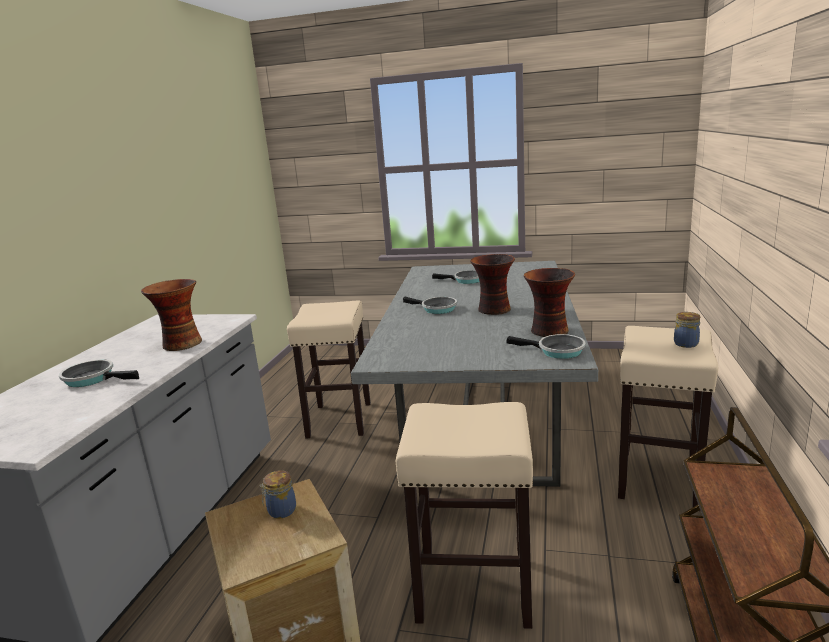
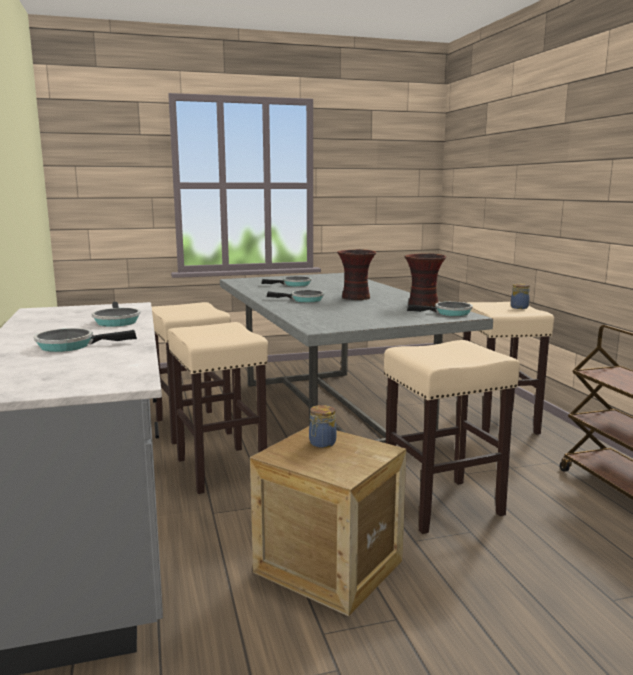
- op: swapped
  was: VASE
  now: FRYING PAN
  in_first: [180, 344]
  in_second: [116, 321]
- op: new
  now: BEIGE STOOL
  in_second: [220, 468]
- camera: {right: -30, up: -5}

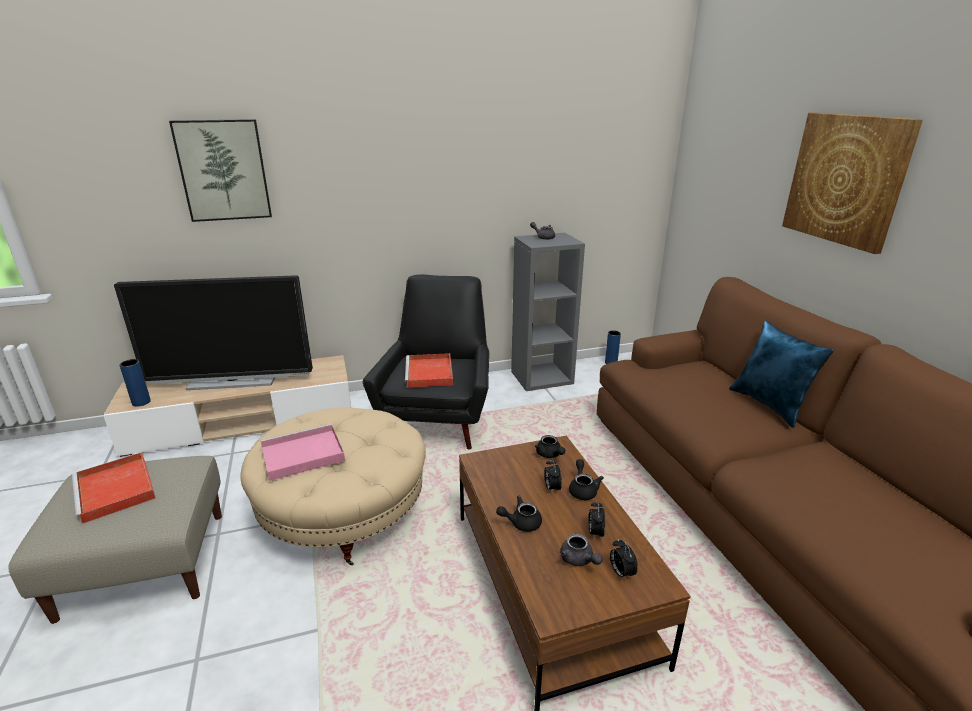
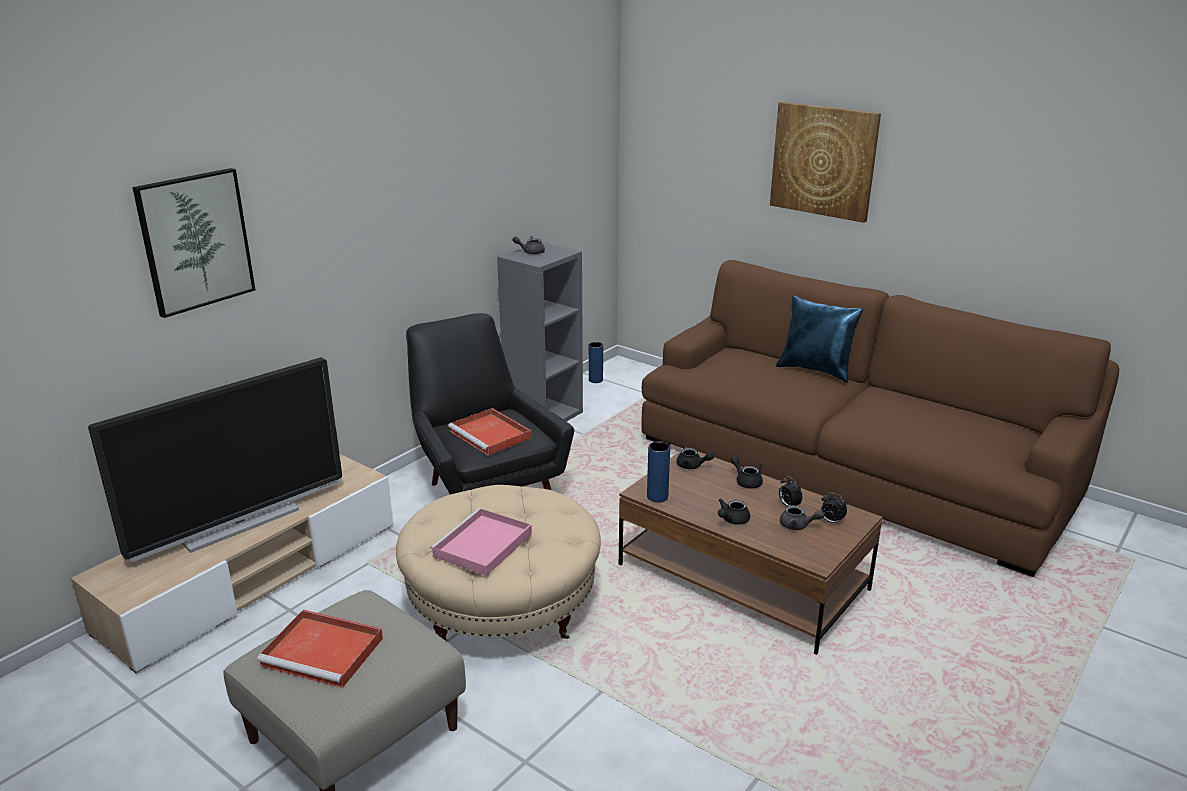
- op: shifted
  was: BLUE VASE
  in_first: [141, 402]
  in_second: [657, 497]
- op: gone
  was: ALARM CLOCK
  in_first: [551, 488]
- camera: {right: -35, up: 0}

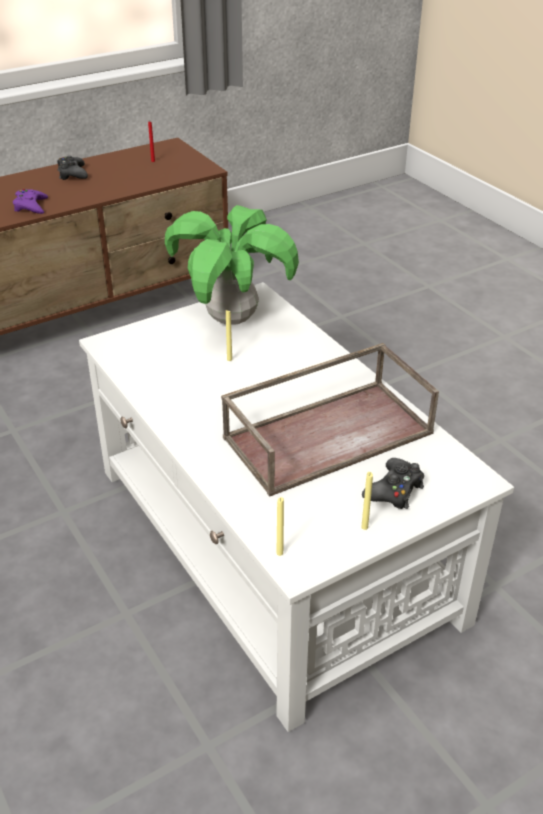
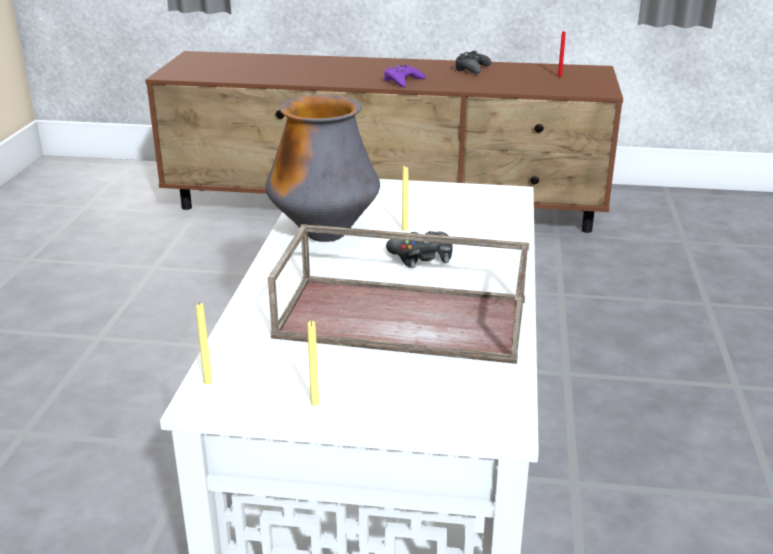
- op: gone
  was: POTTED PLANT
  in_first: [231, 319]
- op: shifted
  was: BLACK GAME CONTROLLER
  in_first: [394, 490]
  in_second: [422, 257]
- op: new
  now: VASE
  in_second: [325, 234]
- camera: {right: 40, up: -10}

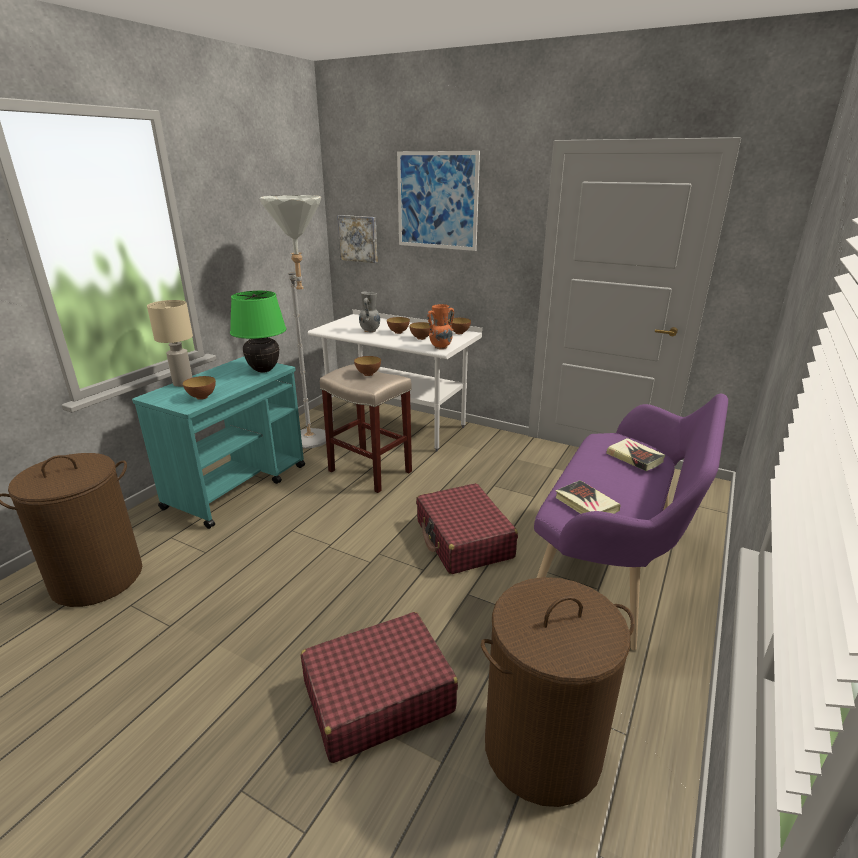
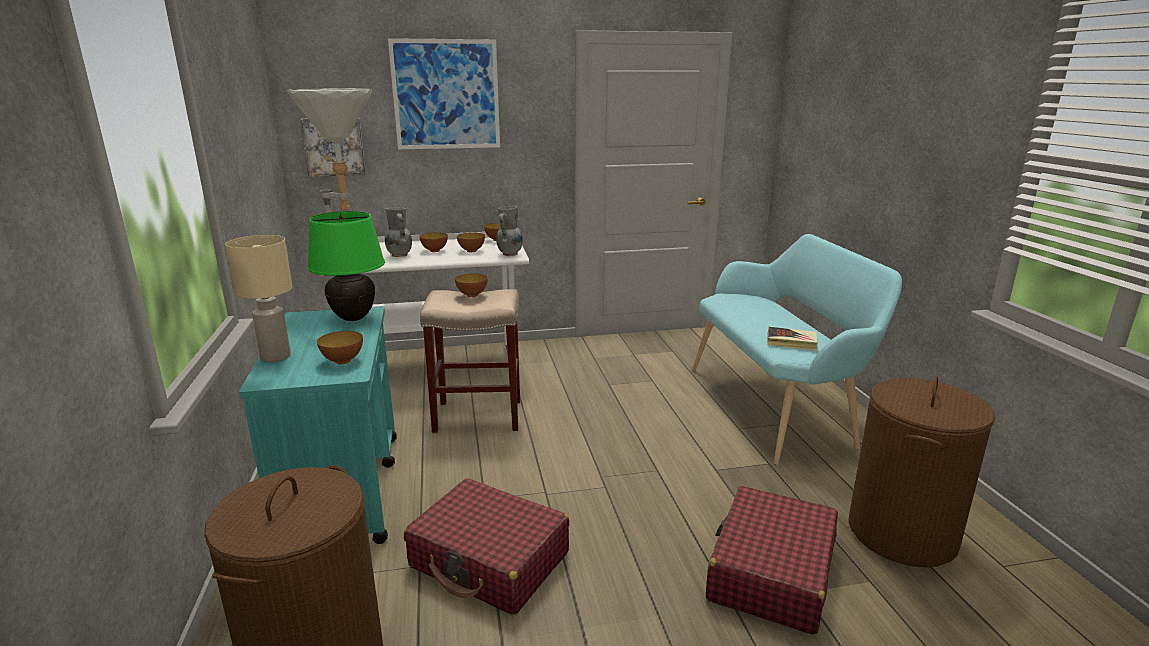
- op: repainted
  was: ORANGE VASE
  now: GREY VASE
  in_first: [440, 347]
  in_second: [509, 254]
- op: repainted
  was: PURPLE BENCH
  now: TURQUOISE BENCH
  in_first: [614, 569]
  in_second: [776, 406]
- op: gone
  was: BOOK
  in_first: [634, 458]
- op: shifted
  was: RED SUITCASE
  in_first: [463, 539]
  in_second: [490, 560]
- camera: {right: -40, up: -5}

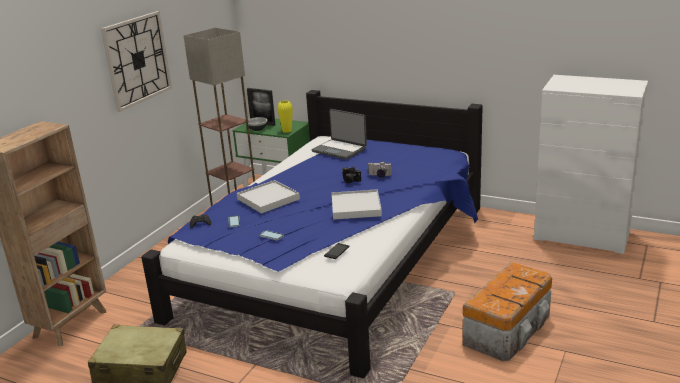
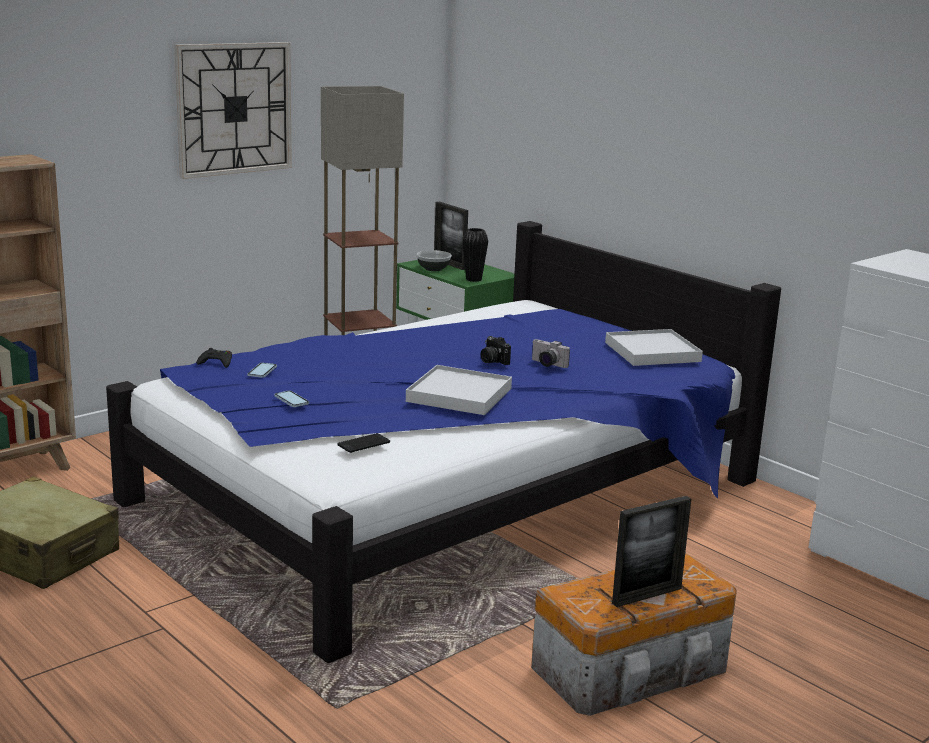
- op: repainted
  was: YELLOW VASE
  now: BLACK VASE
  in_first: [287, 131]
  in_second: [473, 279]
- op: gone
  was: LAPTOP
  in_first: [340, 150]
- op: shifted
  was: WHITE TRAY
  in_first: [268, 199]
  in_second: [652, 352]
- op: new
  now: PICTURE FRAME
  in_second: [647, 596]
- camera: {right: 20, up: -5}

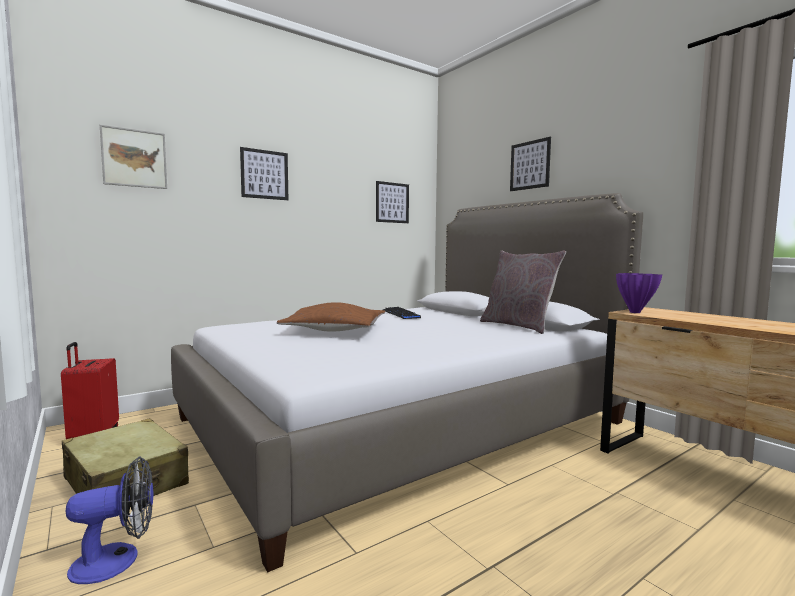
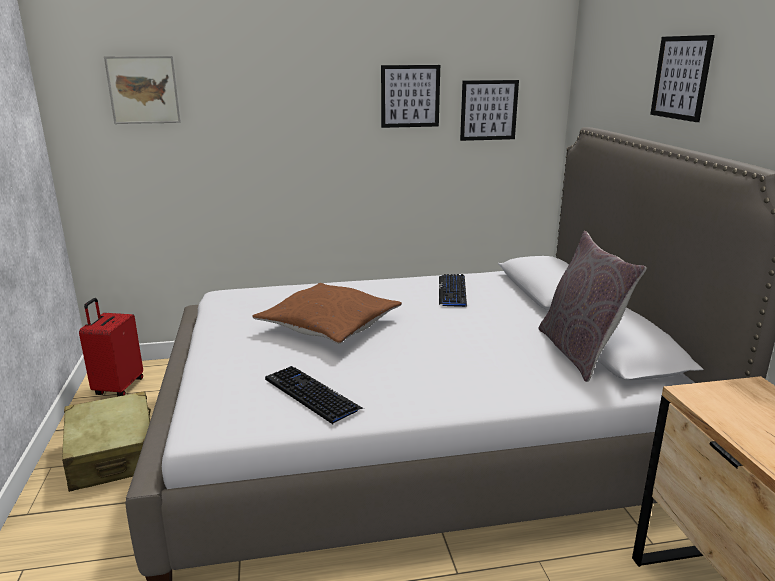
- op: shifted
  was: PICTURE
  in_first: [264, 174]
  in_second: [410, 96]
- op: gone
  was: PURPLE VASE
  in_first: [635, 312]
- op: gone
  was: FAN
  in_first: [117, 560]
- op: new
  now: KEYBOARD
  in_second: [311, 395]
- camera: {right: 25, up: 15}

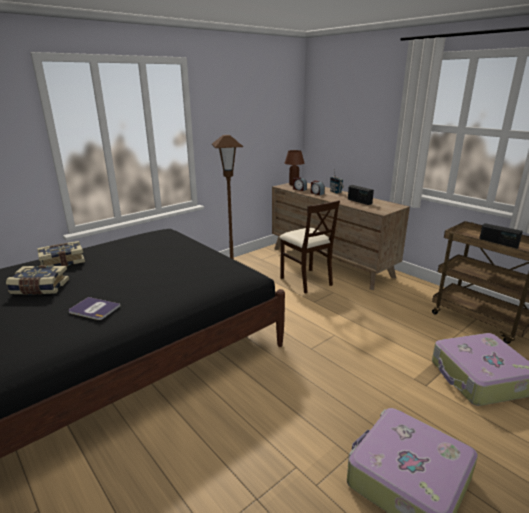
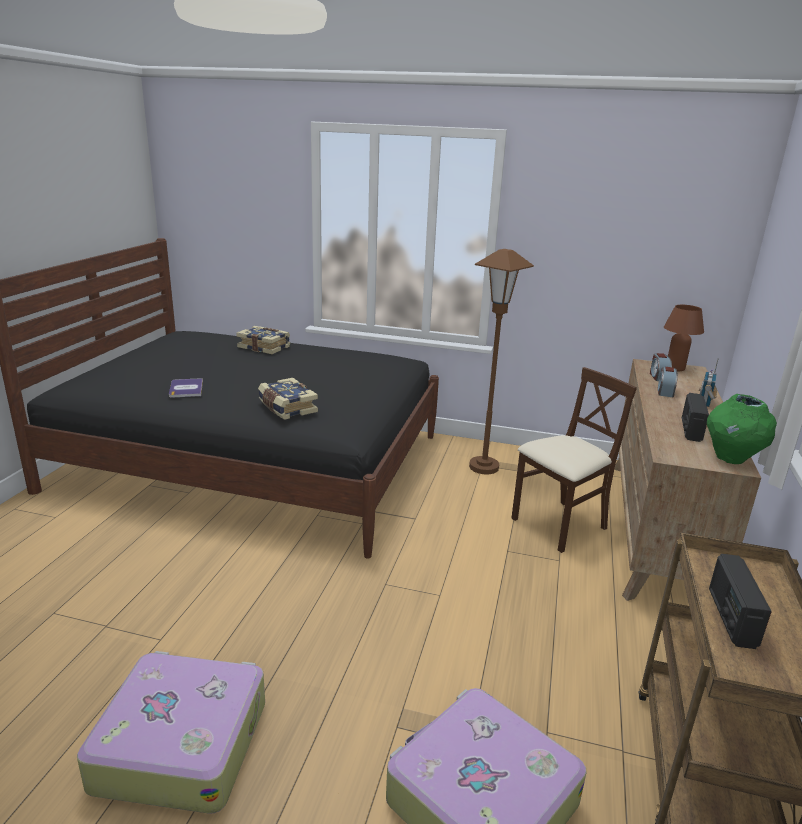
- op: rotated
  was: BEIGE CHAIR
  in_first: [306, 281]
  in_second: [559, 525]
  clockwise: -150
- op: shifted
  was: BOOK
  in_first: [40, 288]
  in_second: [286, 408]
- op: new
  now: GREEN VASE
  in_second: [731, 458]
- camera: {right: 55, up: 0}

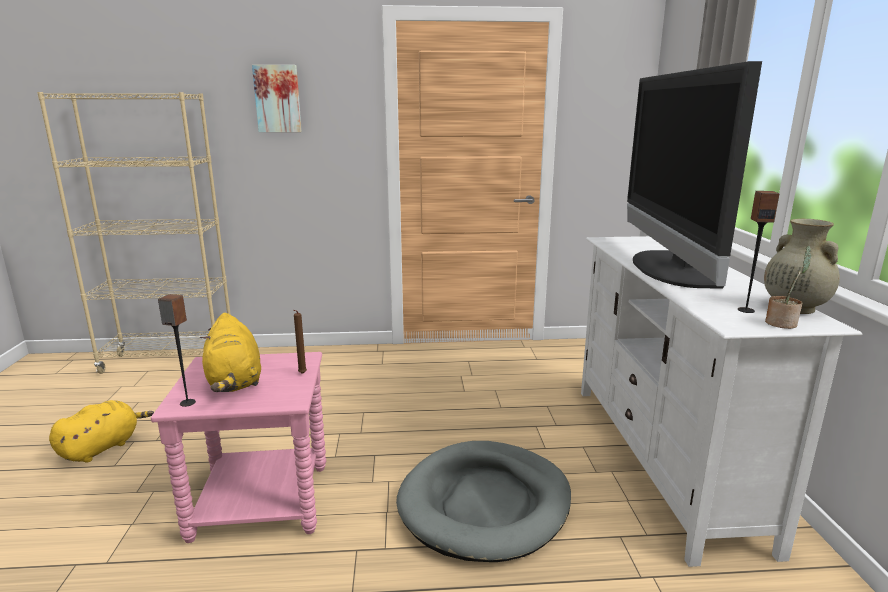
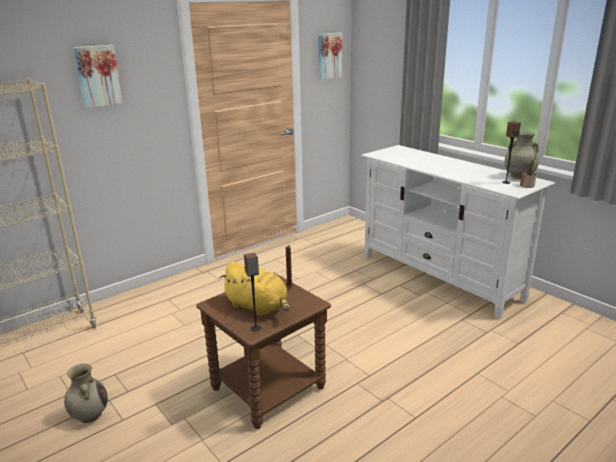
- op: gone
  was: TELEVISION
  in_first: [668, 269]
- op: repainted
  was: PINK SIDE TABLE
  now: BROWN SIDE TABLE
  in_first: [262, 501]
  in_second: [268, 388]
- op: swapped
  was: YELLOW PLUSH TOY
  now: BEIGE VASE
  in_first: [103, 447]
  in_second: [89, 414]
- op: gone
  was: GREY DOG BED
  in_first: [485, 503]
- op: new
  now: PICTURE
  in_second: [329, 56]
- camera: {right: -35, up: 5}

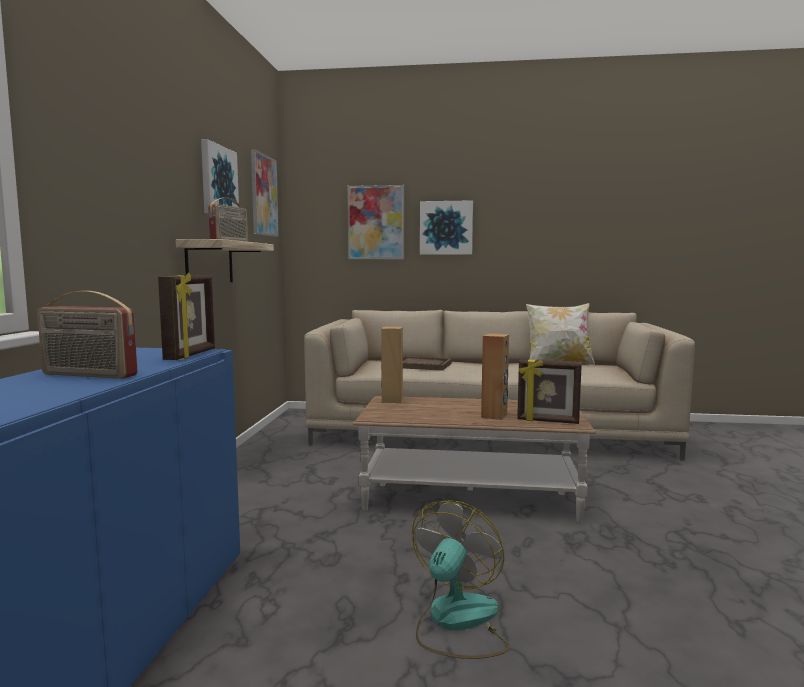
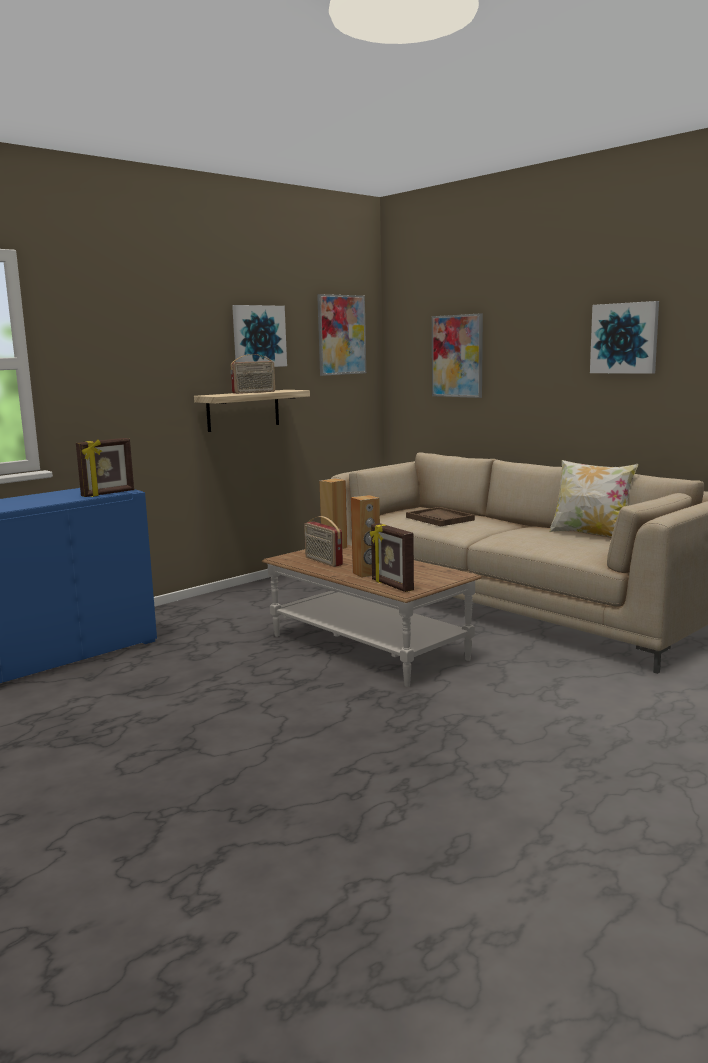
- op: shifted
  was: PICTURE
  in_first: [446, 228]
  in_second: [624, 338]
- op: shifted
  was: RADIO
  in_first: [88, 375]
  in_second: [323, 561]
- op: gone
  was: FAN
  in_first: [456, 622]
- camera: {right: 40, up: 5}

